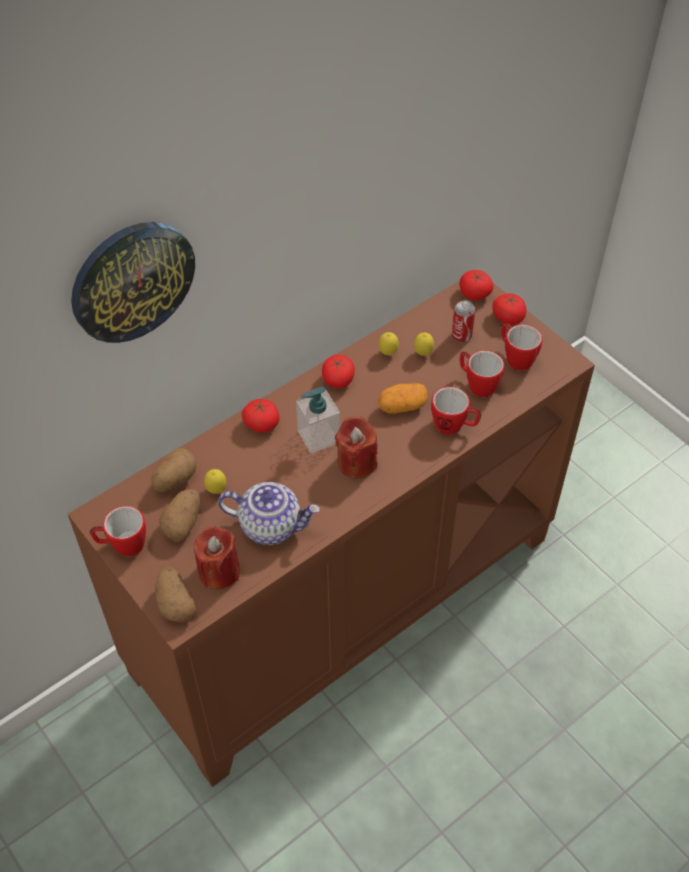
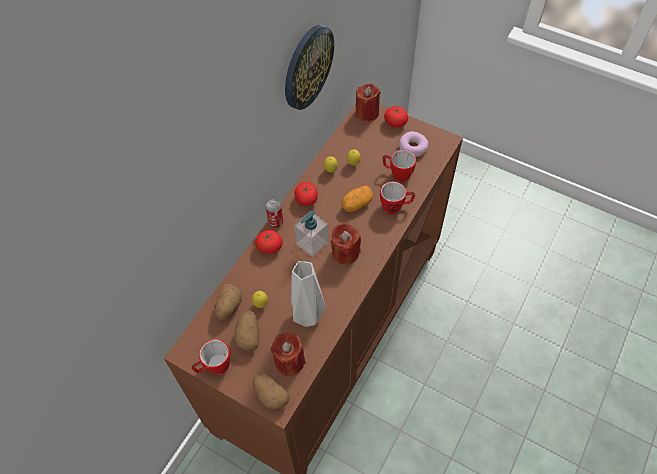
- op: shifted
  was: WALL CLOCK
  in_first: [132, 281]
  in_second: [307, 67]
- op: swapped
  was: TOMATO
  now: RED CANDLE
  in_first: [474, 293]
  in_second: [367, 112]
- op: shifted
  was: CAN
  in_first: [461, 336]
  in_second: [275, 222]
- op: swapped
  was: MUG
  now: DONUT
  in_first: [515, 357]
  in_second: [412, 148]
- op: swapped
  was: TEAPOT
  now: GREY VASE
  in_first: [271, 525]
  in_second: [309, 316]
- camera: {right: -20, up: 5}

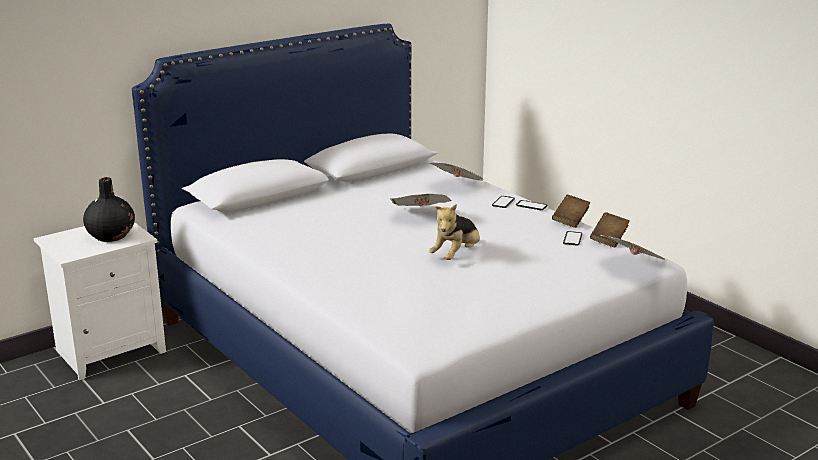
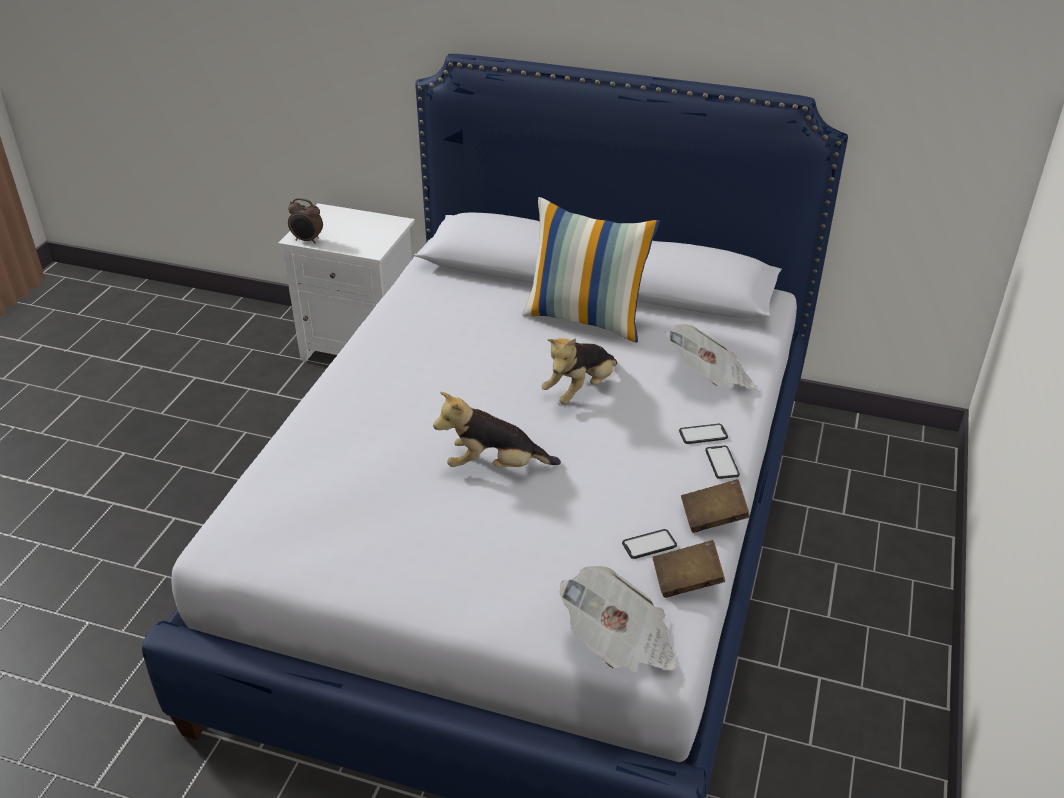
- op: gone
  was: BLACK VASE
  in_first: [111, 236]
- op: swapped
  was: NEWSPAPER
  now: PLUSH TOY
  in_first: [420, 216]
  in_second: [580, 390]
- op: new
  now: PILLOW
  in_second: [586, 319]
- op: new
  now: ALARM CLOCK
  in_second: [307, 240]
- camera: {right: 55, up: 15}

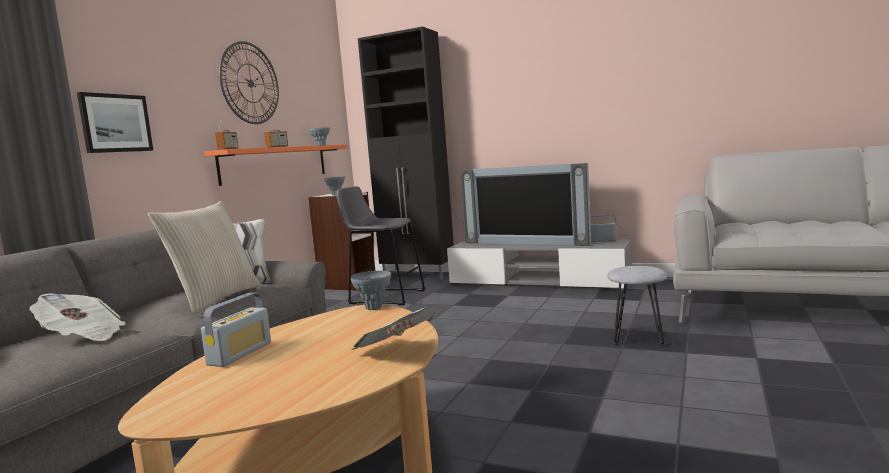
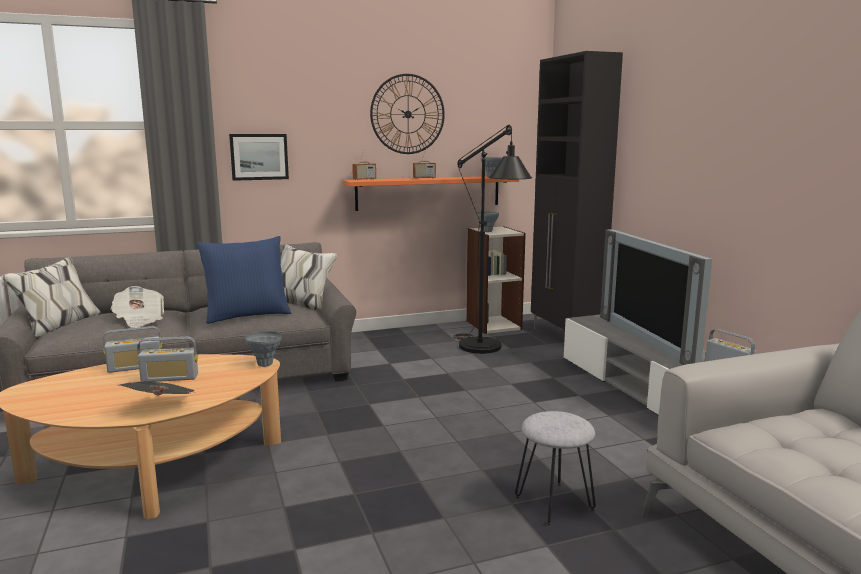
- op: swapped
  was: GREY STOOL
  now: BLACK FLOOR LAMP
  in_first: [384, 297]
  in_second: [486, 350]
- op: repainted
  was: BEIGE PILLOW
  now: BLUE PILLOW
  in_first: [215, 299]
  in_second: [247, 315]
- op: new
  now: RADIO
  in_second: [170, 378]
- camera: {right: 45, up: 5}

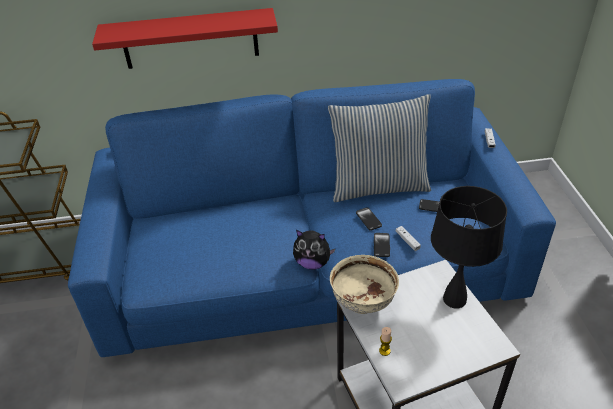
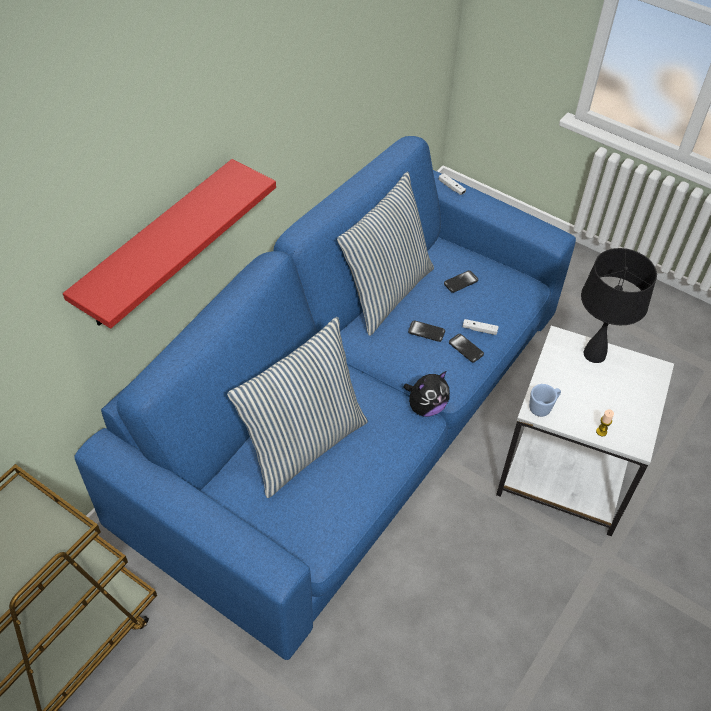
- op: swapped
  was: BEIGE BOWL
  now: BLUE MUG
  in_first: [363, 303]
  in_second: [543, 407]
- op: new
  now: PILLOW
  in_second: [303, 444]
- camera: {right: -50, up: 10}

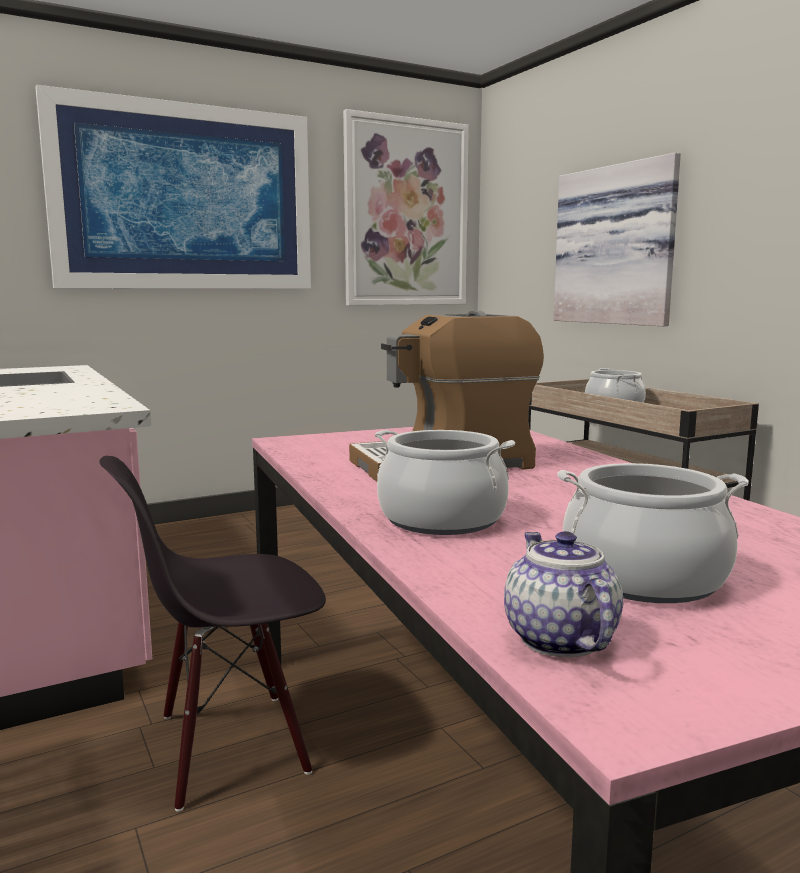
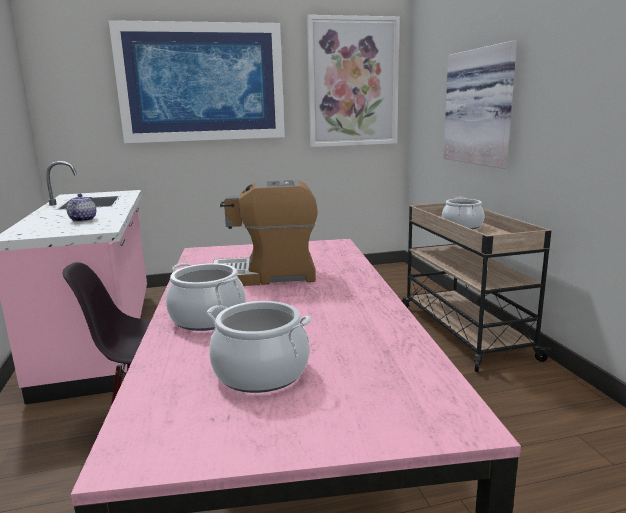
- op: shifted
  was: TEAPOT
  in_first: [558, 638]
  in_second: [83, 220]
- camera: {right: 15, up: 5}

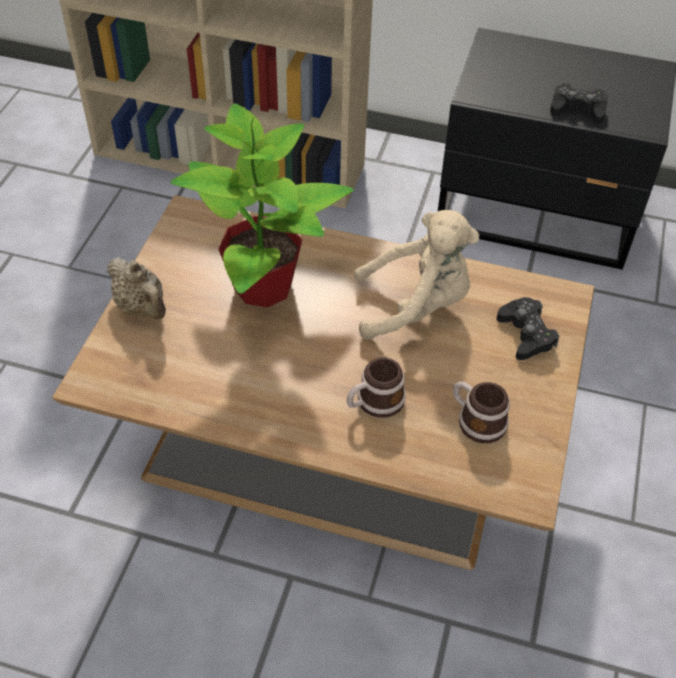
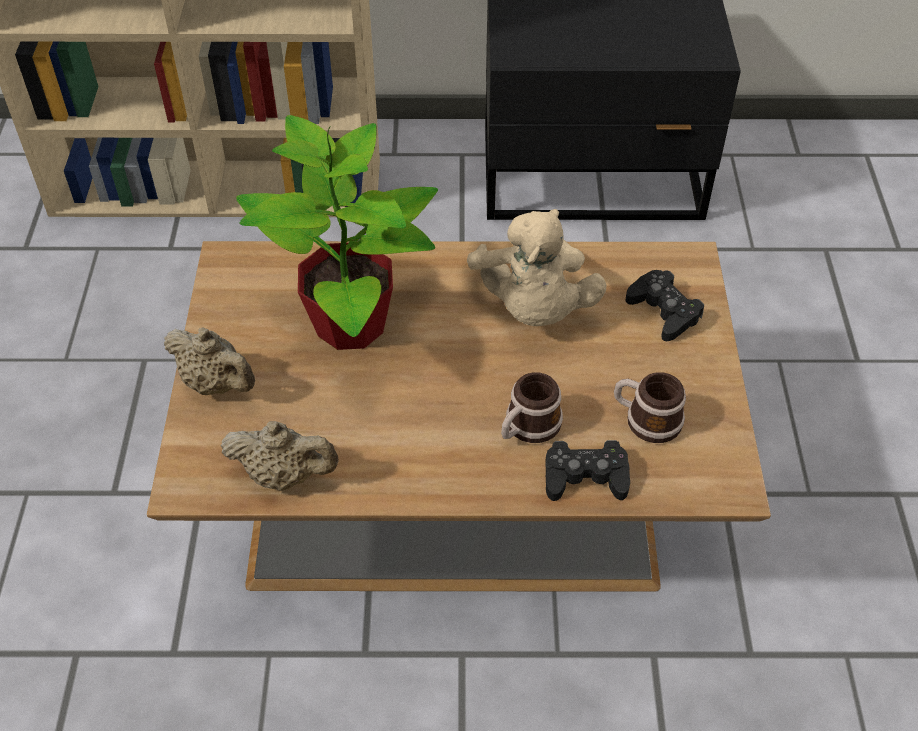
- op: shifted
  was: BLACK GAME CONTROLLER
  in_first: [577, 109]
  in_second: [585, 477]
- op: rotated
  was: BEIGE PLUSH TOY
  in_first: [416, 306]
  in_second: [533, 308]
  clockwise: 105
- op: new
  now: BEIGE TEAPOT
  in_second: [284, 475]
- camera: {right: -15, up: 0}

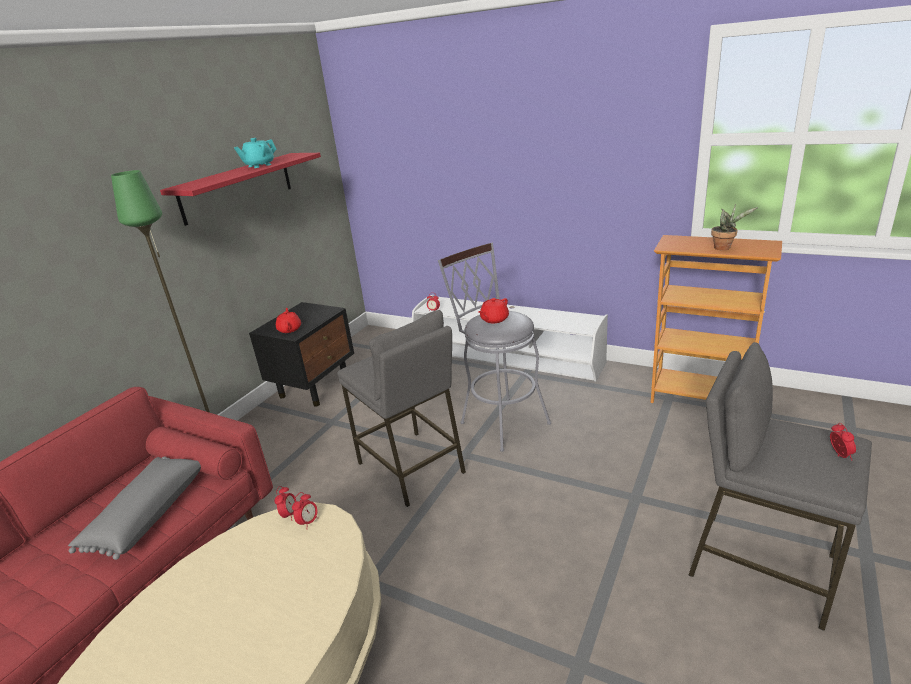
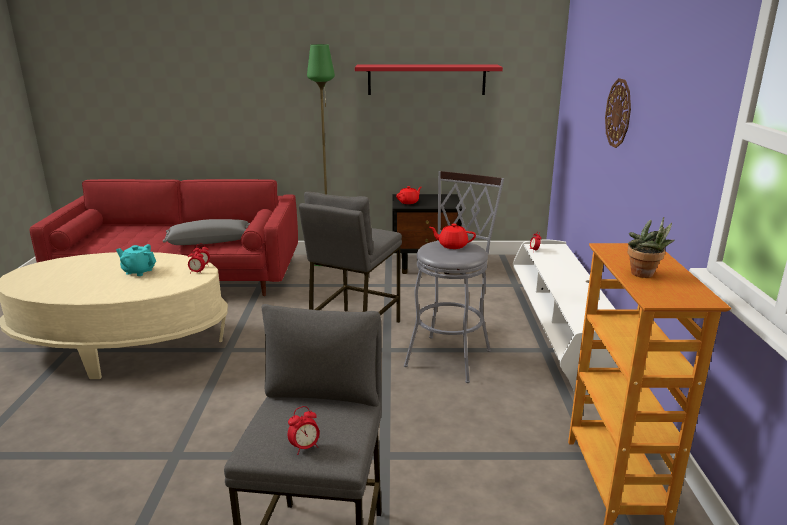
- op: shifted
  was: TURQUOISE TEAPOT
  in_first: [259, 165]
  in_second: [139, 271]
- op: new
  now: WALL CLOCK
  in_second: [618, 113]
- camera: {right: 60, up: -5}

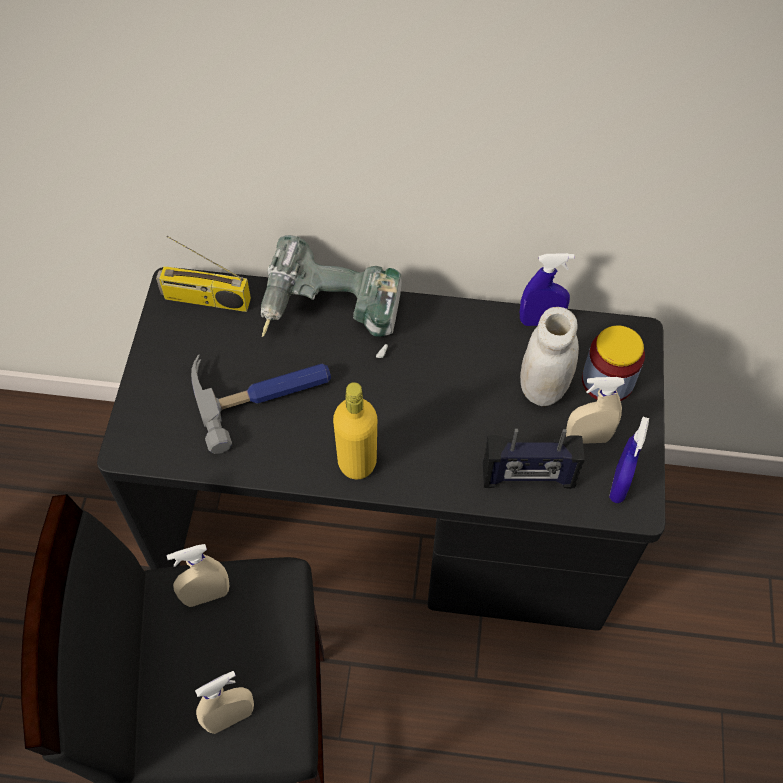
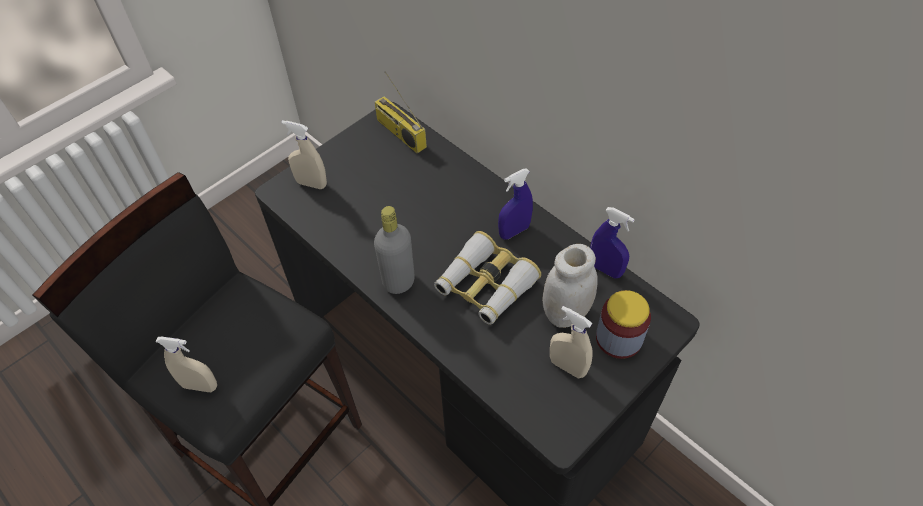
- op: gone
  was: POWER DRILL
  in_first: [330, 316]
- op: gone
  was: HAMMER
  in_first: [262, 392]
- op: repainted
  was: YELLOW BOTTLE
  now: GREY BOTTLE
  in_first: [357, 462]
  in_second: [398, 281]
- op: shifted
  was: BLUE SPRAY BOTTLE
  in_first: [619, 485]
  in_second: [514, 231]
- op: gone
  was: RADIO
  in_first: [528, 477]
- op: shifted
  was: BEIGE SPRAY BOTTLE
  in_first: [206, 595]
  in_second: [311, 184]
- op: new
  now: BINOCULARS
  in_second: [485, 285]
- camera: {right: 40, up: -5}

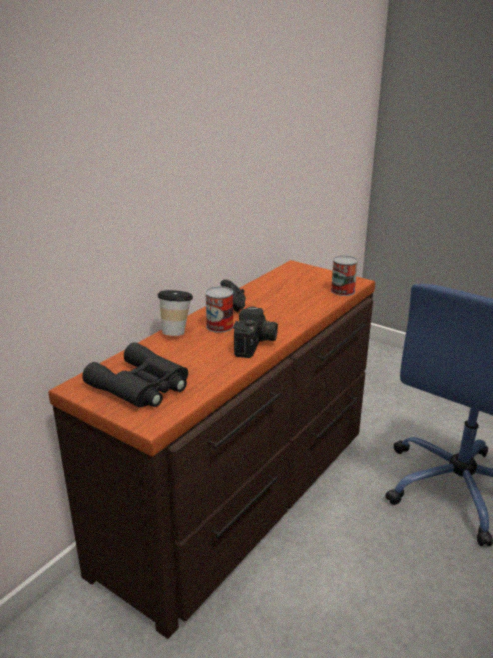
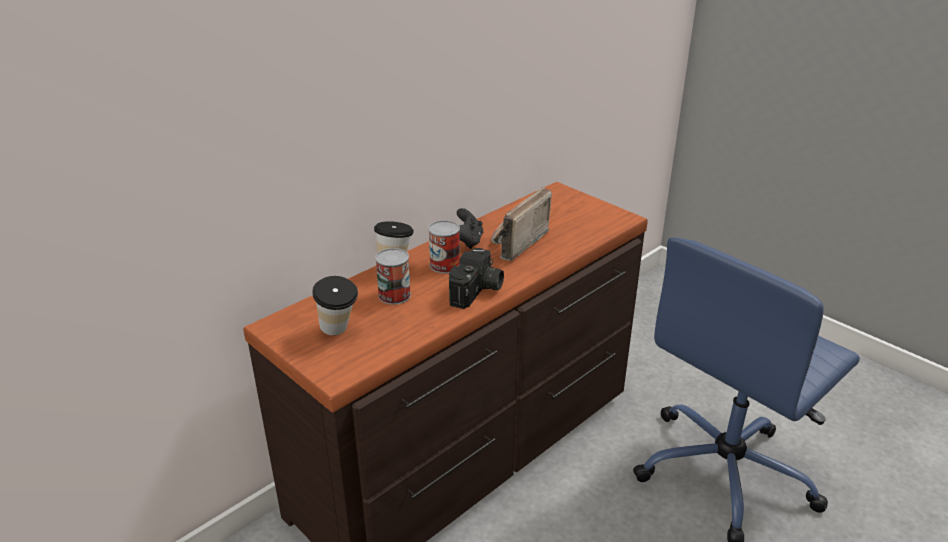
- op: shifted
  was: CAN
  in_first: [342, 291]
  in_second: [394, 295]
- op: swapped
  was: BLACK BINOCULARS
  now: CUP
  in_first: [141, 386]
  in_second: [338, 332]
- op: new
  now: RADIO
  in_second: [514, 243]
- camera: {right: 10, up: 5}

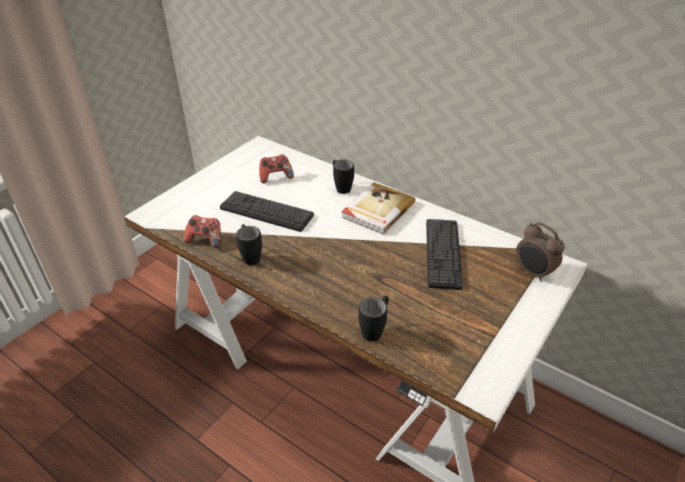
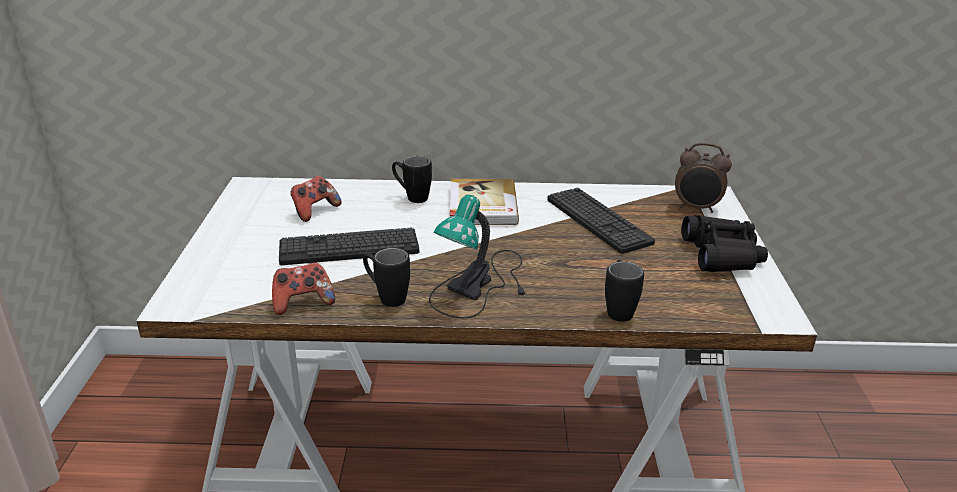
- op: new
  now: TABLE LAMP
  in_second: [481, 285]
- op: new
  now: BLACK BINOCULARS
  in_second: [722, 255]
- camera: {right: -35, up: -10}

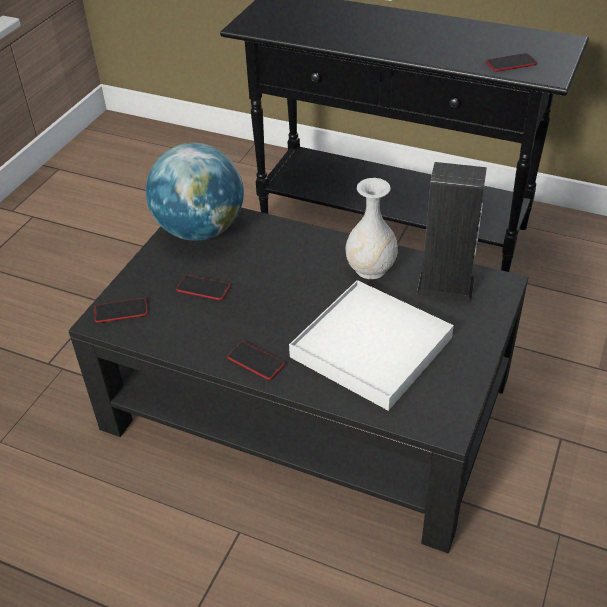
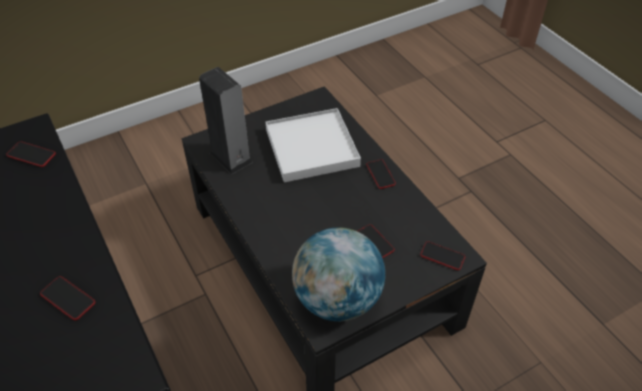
- op: gone
  was: WHITE VASE
  in_first: [371, 269]
- op: new
  now: PHONE
  in_second: [68, 298]
- camera: {right: -145, up: 5}

